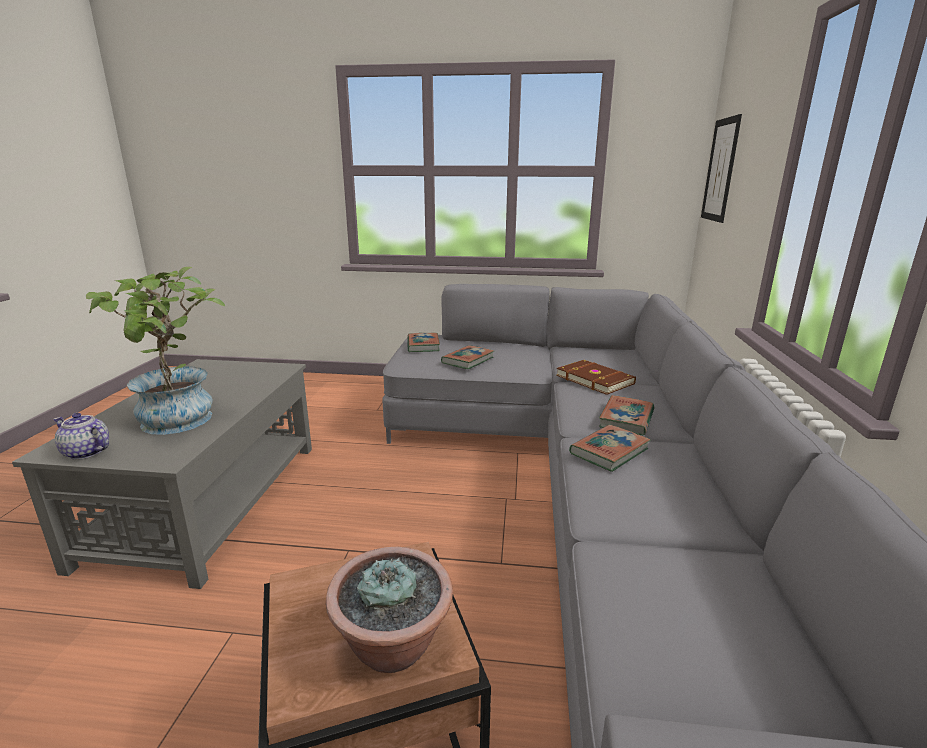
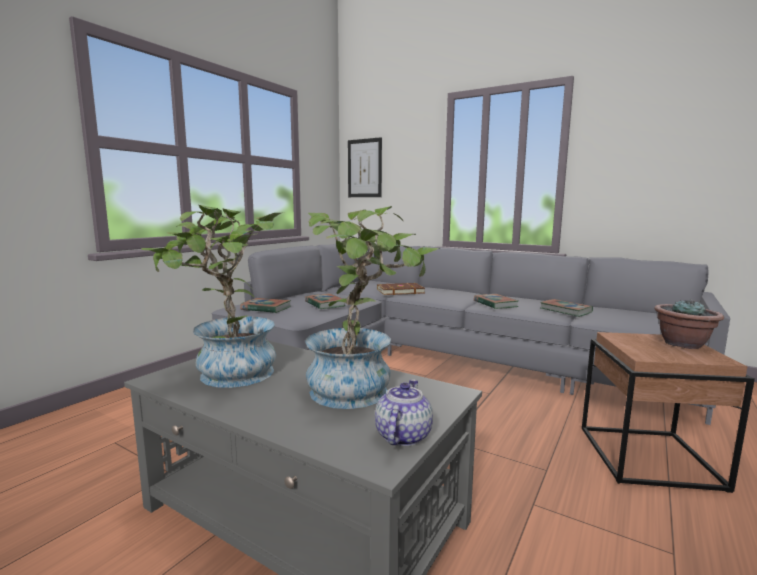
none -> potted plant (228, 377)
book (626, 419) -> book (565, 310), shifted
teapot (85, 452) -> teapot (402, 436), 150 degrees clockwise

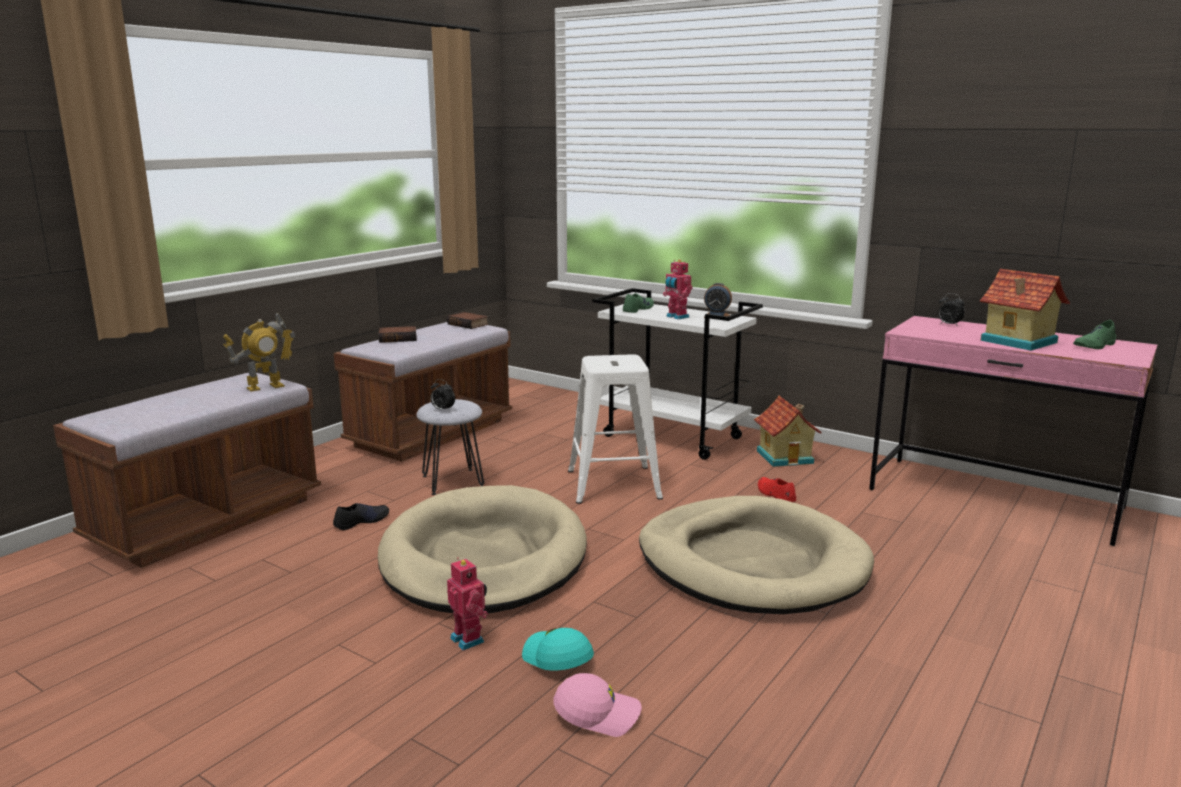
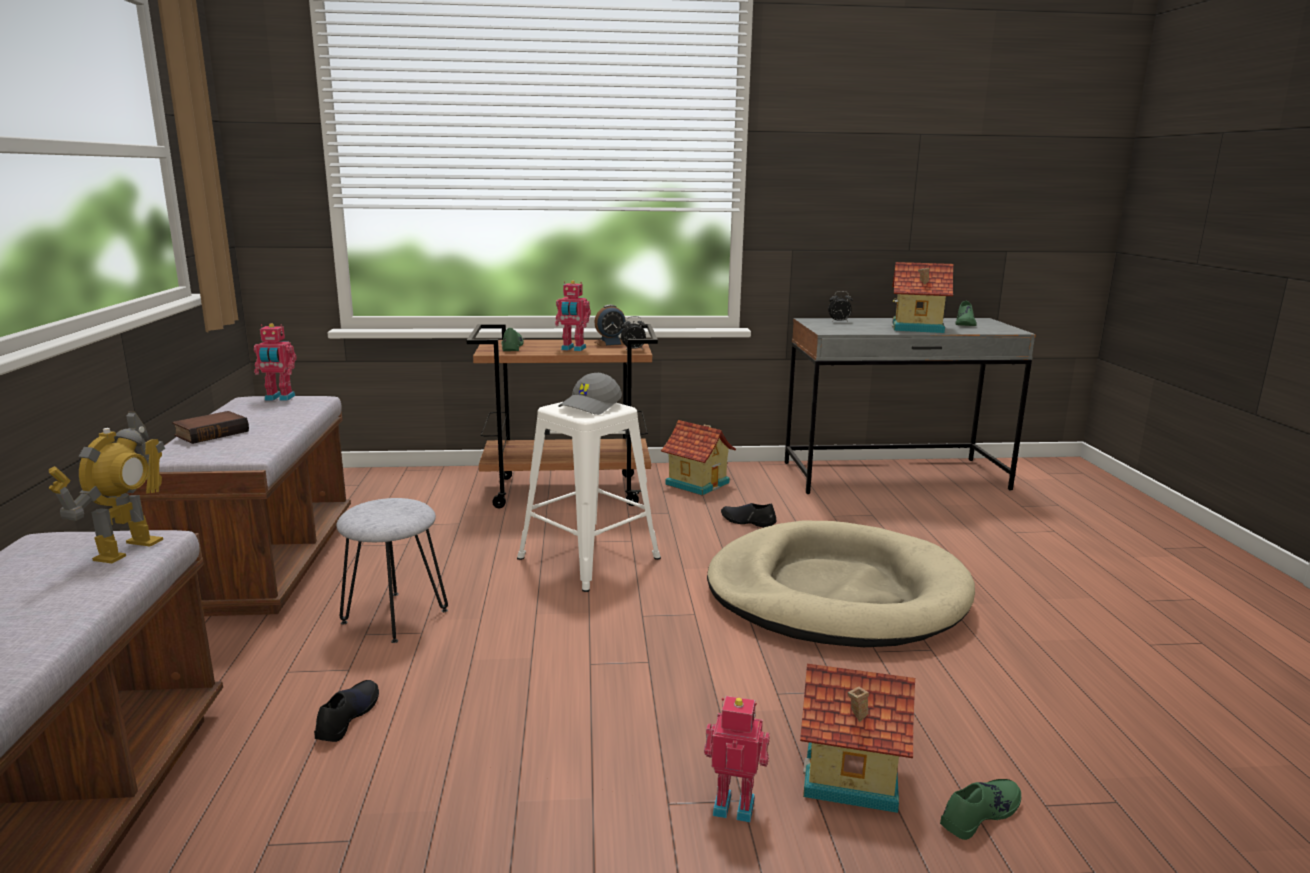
dog bed/beige (484, 558) -> none
none -> cap/grey (591, 406)
alarm clock (442, 410) -> alarm clock (633, 350), shifted
book (469, 324) -> toy robot (279, 398)
cap/turquoise (556, 659) -> toy house (851, 776)
cap/pink (598, 713) -> shoe/green (979, 814)
cart/white (673, 437) -> cart/brown (568, 491)
shoe/red (775, 494) -> shoe/black (747, 521)
desk/pink (994, 499) -> desk/grey (894, 476)

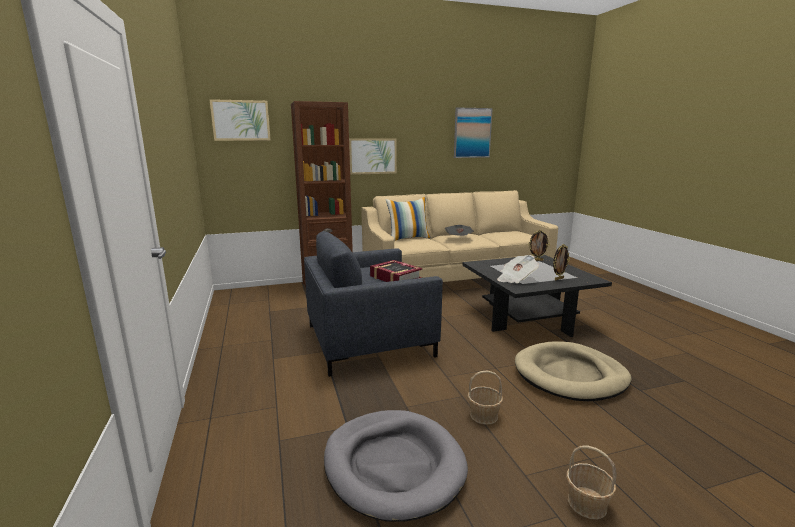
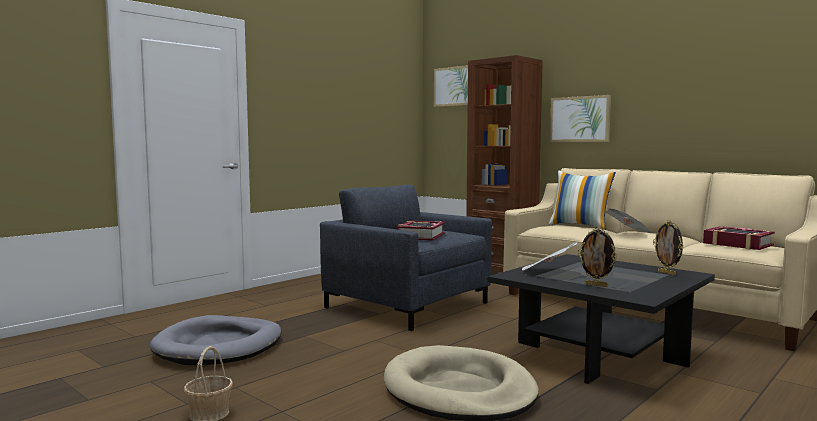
picture (472, 133) -> none
basket (484, 415) -> none
none -> book (737, 244)

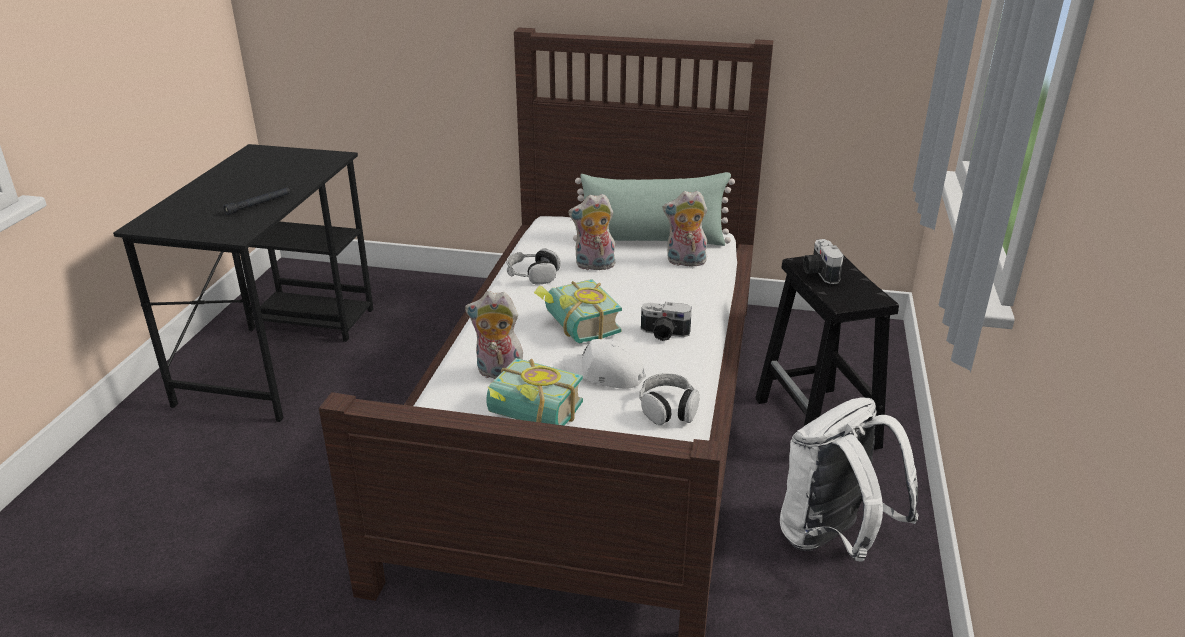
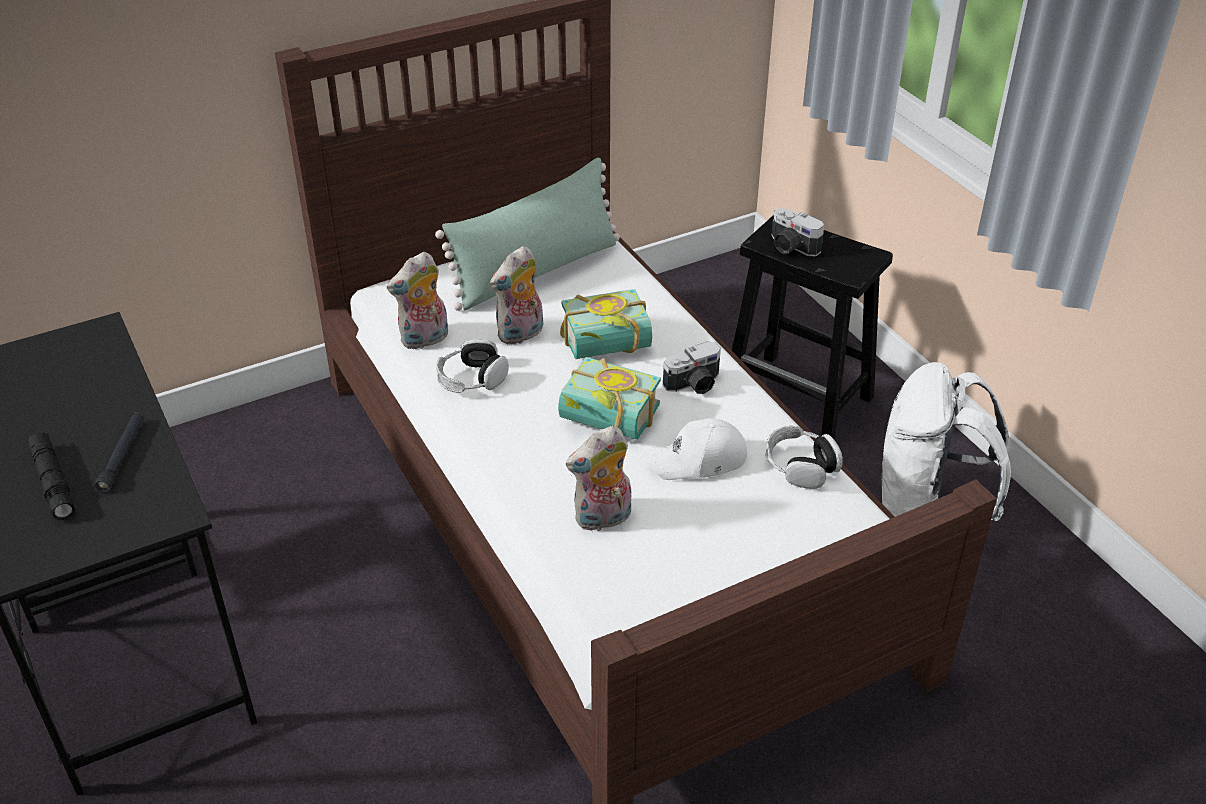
none -> flashlight/black (53, 482)
book (531, 418) -> book (608, 348), shifted
plush toy (685, 262) -> plush toy (424, 340), shifted

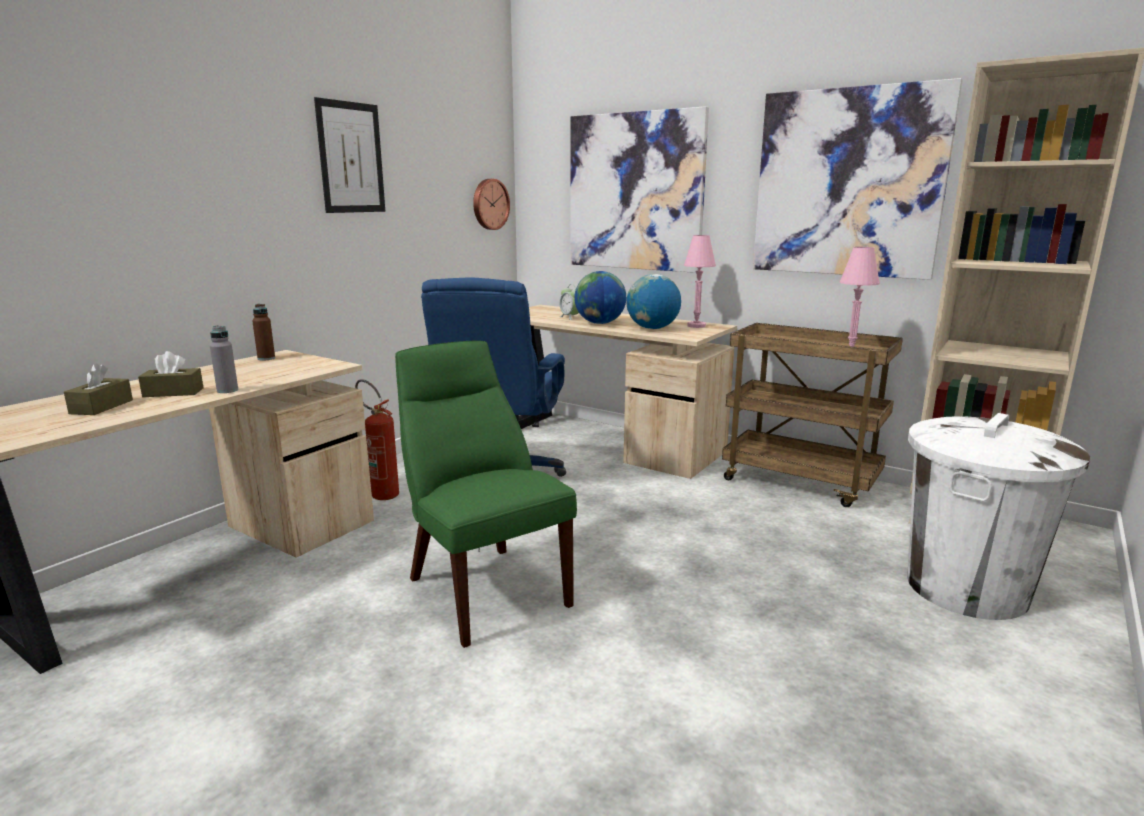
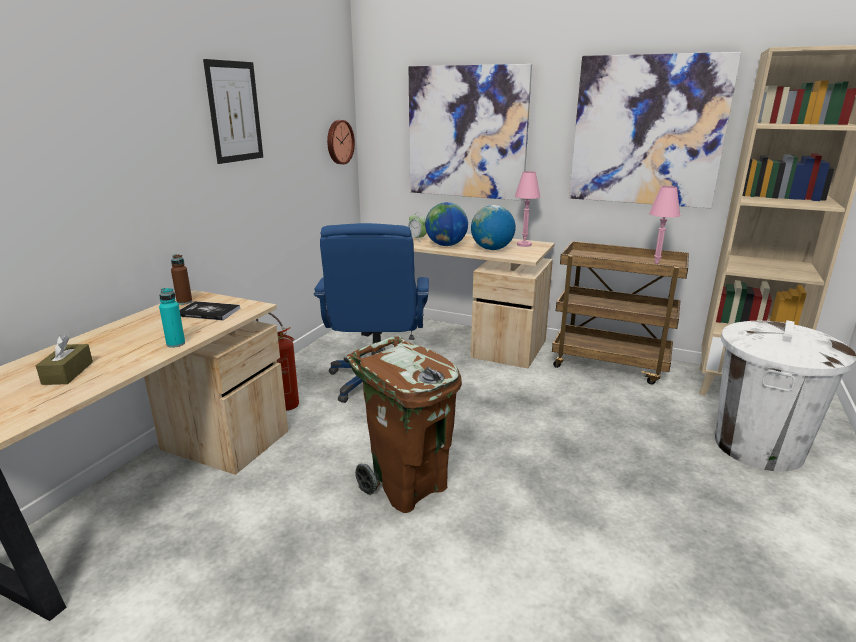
tissue box/brown (173, 392) -> none
none -> book (208, 312)
chair/green (484, 588) -> trash can/brown (408, 487)
bottle/grey (227, 390) -> bottle/turquoise (176, 344)

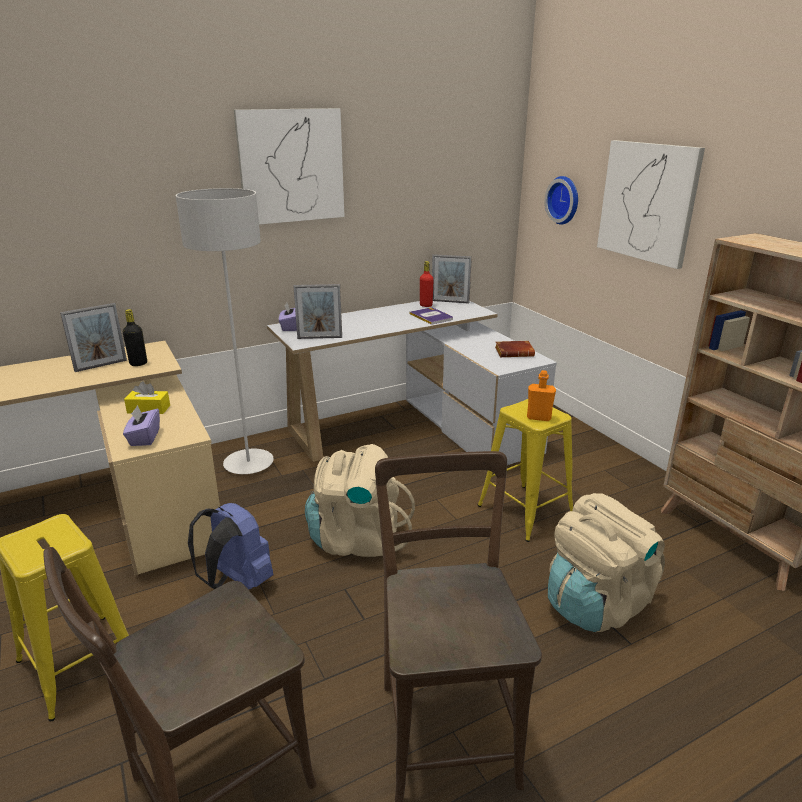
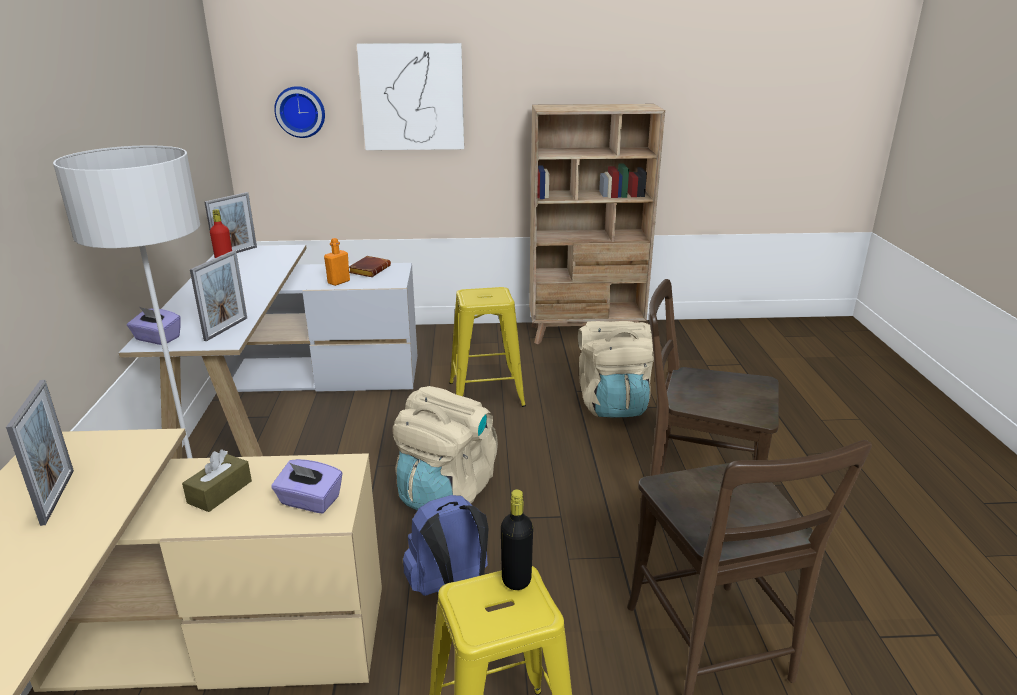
picture (291, 166) -> none
book (431, 316) -> none
bottle/black (138, 363) -> bottle/black (516, 580), shifted
bottle/orange (539, 417) -> bottle/orange (338, 282), shifted
tissue box/yellow (148, 409) -> tissue box/brown (220, 492)

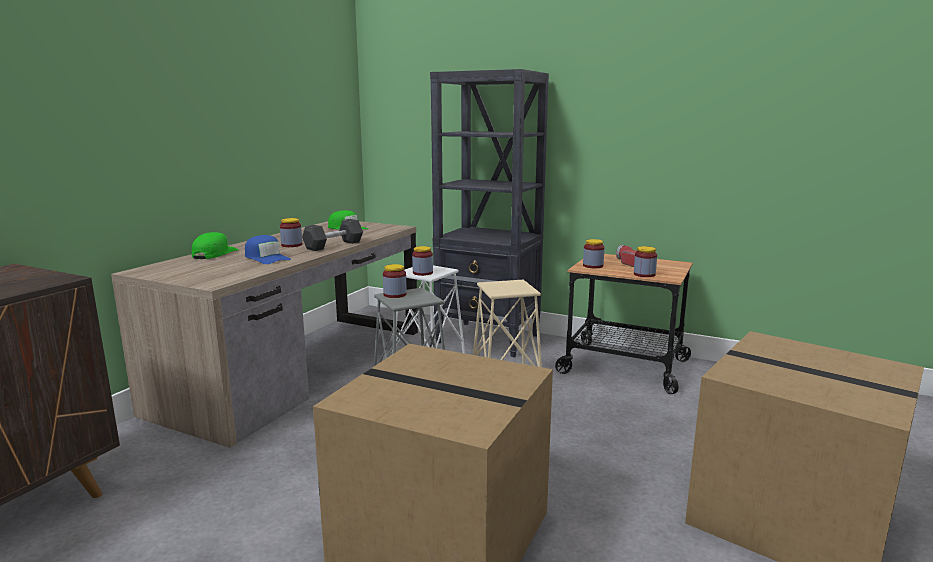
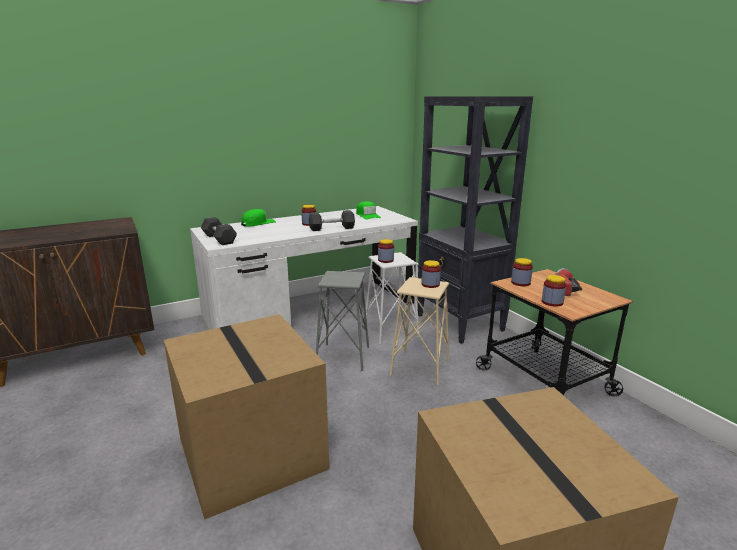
cap/blue (266, 258) -> none
none -> dumbbell/grey (219, 239)
jar (395, 294) -> jar (430, 284), shifted
desk/brown (299, 369) -> desk/white (311, 310)

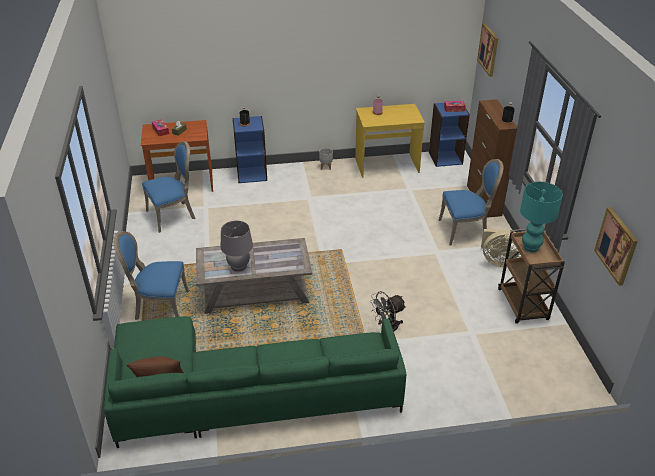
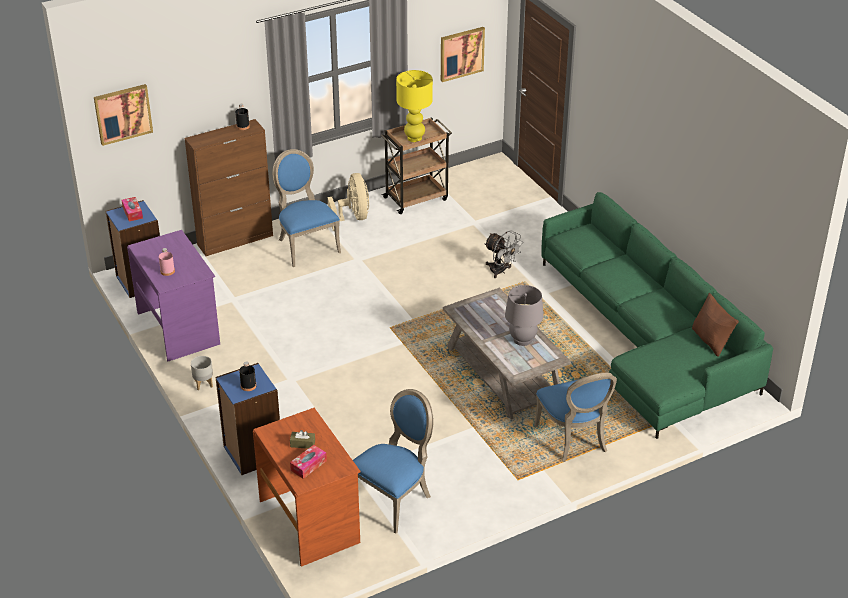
desk/yellow (386, 166) -> desk/purple (179, 328)
table lamp/turquoise (531, 247) -> table lamp/yellow (414, 138)
chair/blue (173, 215) -> chair/blue (394, 499), 90 degrees clockwise

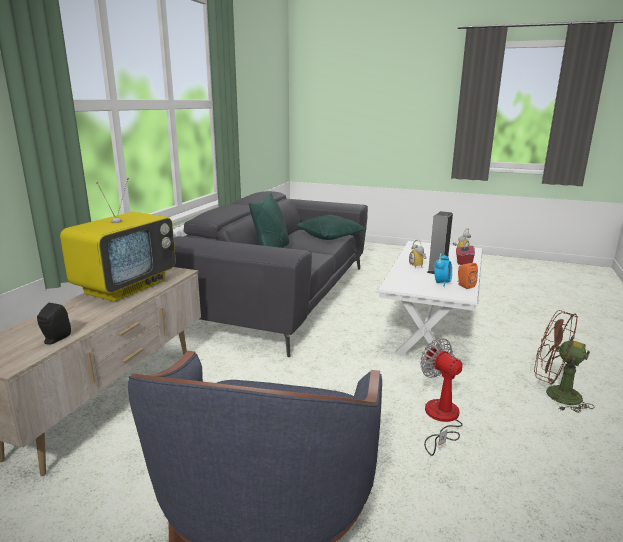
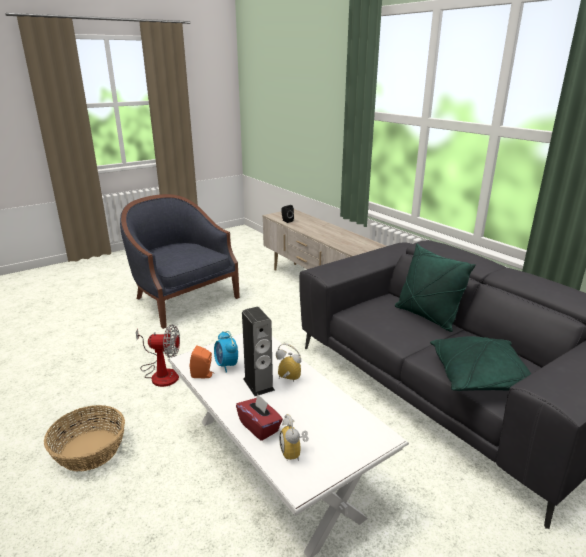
television (126, 287) -> none
fan/brown (554, 395) -> basket (89, 450)

